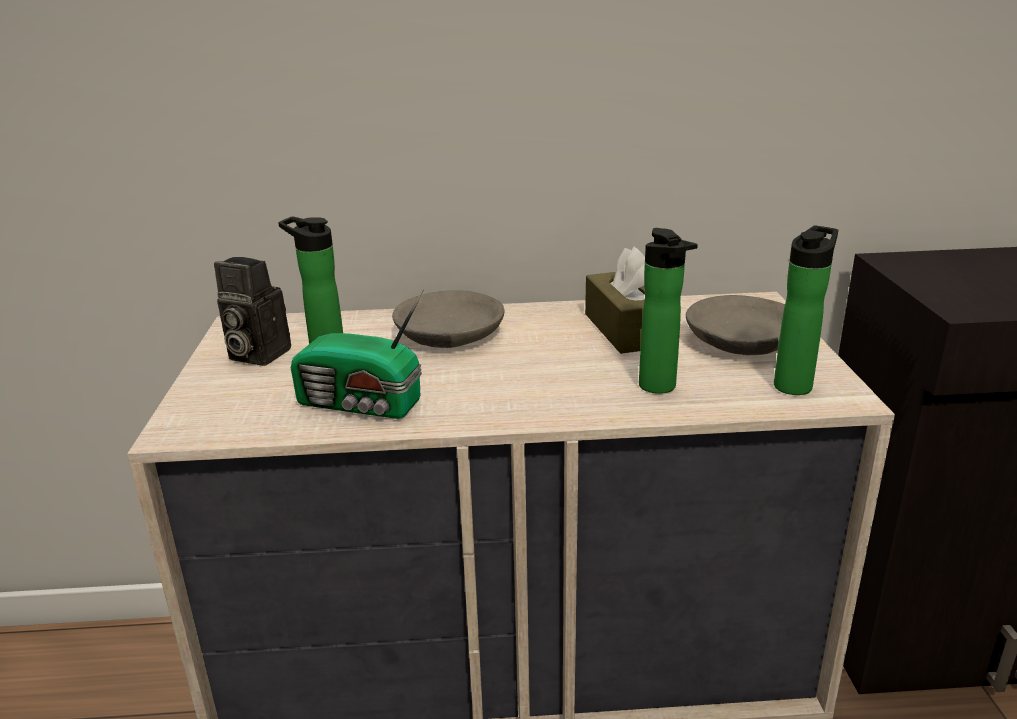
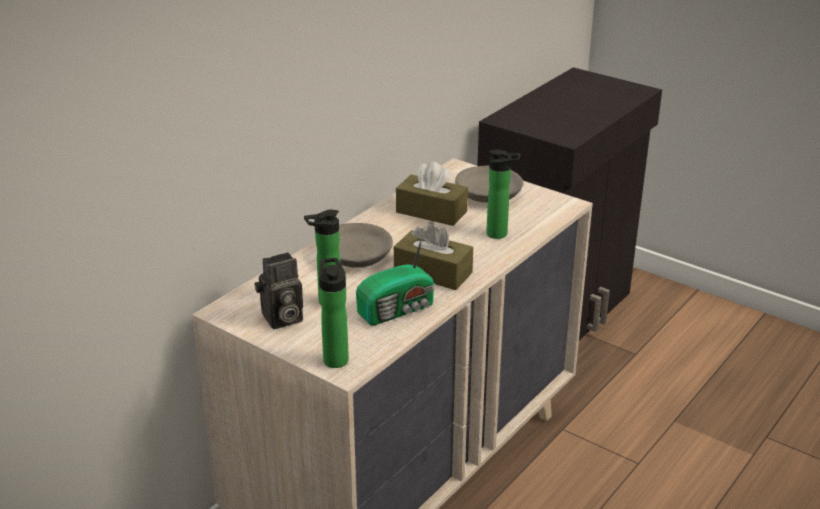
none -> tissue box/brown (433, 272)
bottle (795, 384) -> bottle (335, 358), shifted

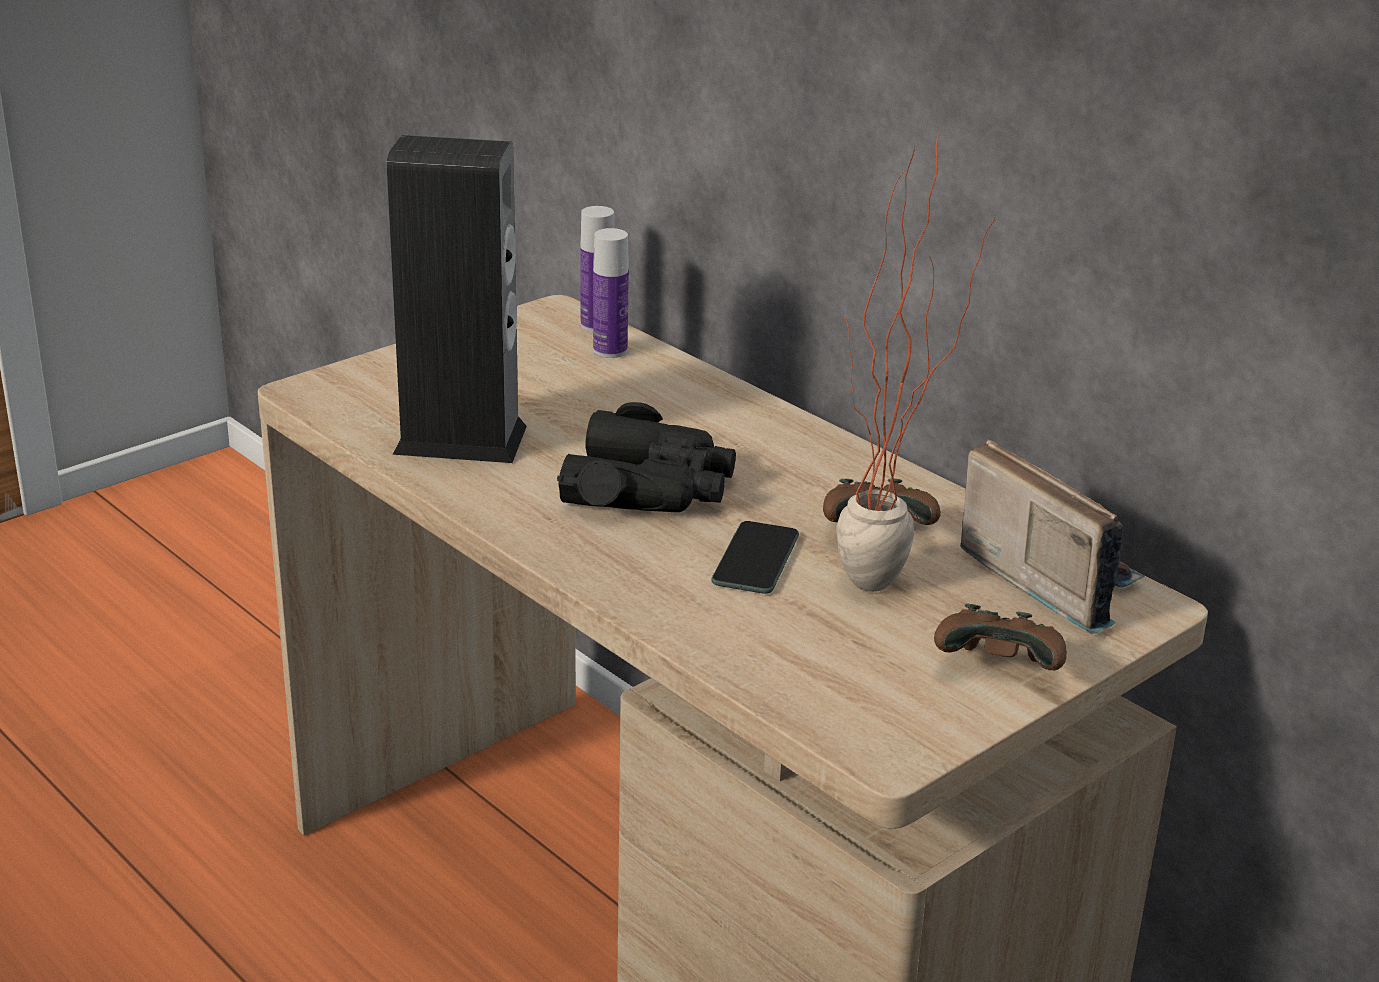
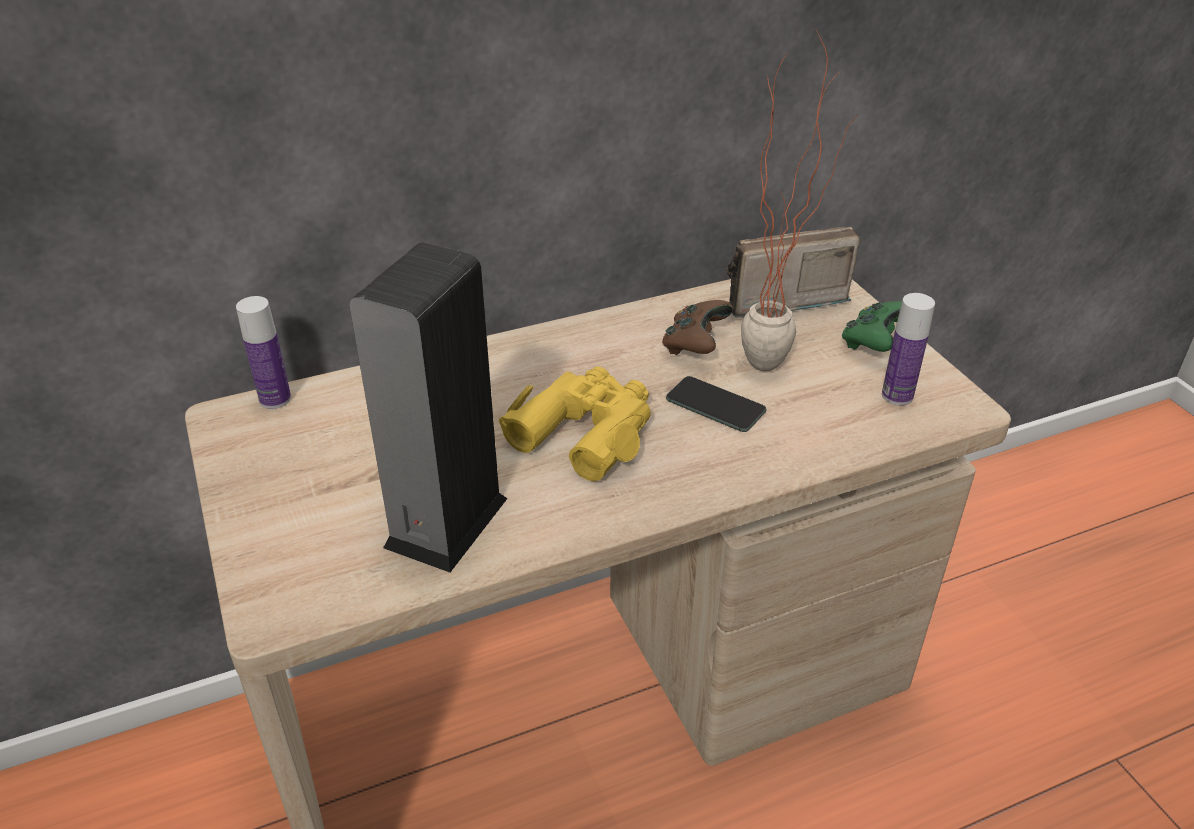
bottle (610, 351) -> bottle (897, 396), shifted
binoculars/black (650, 486) -> binoculars/yellow (585, 431)
game controller/brown (999, 667) -> game controller/green (875, 343)

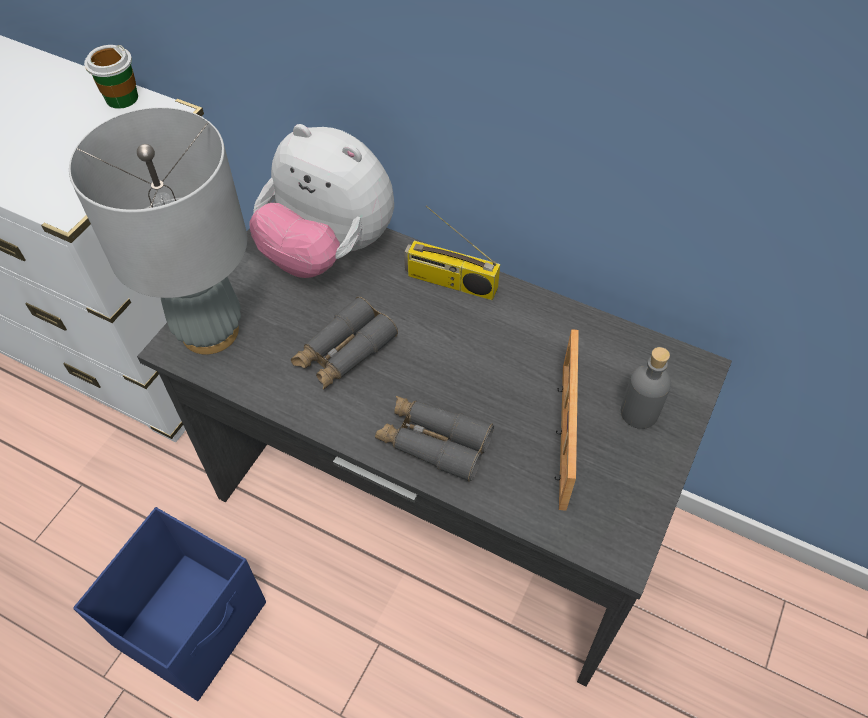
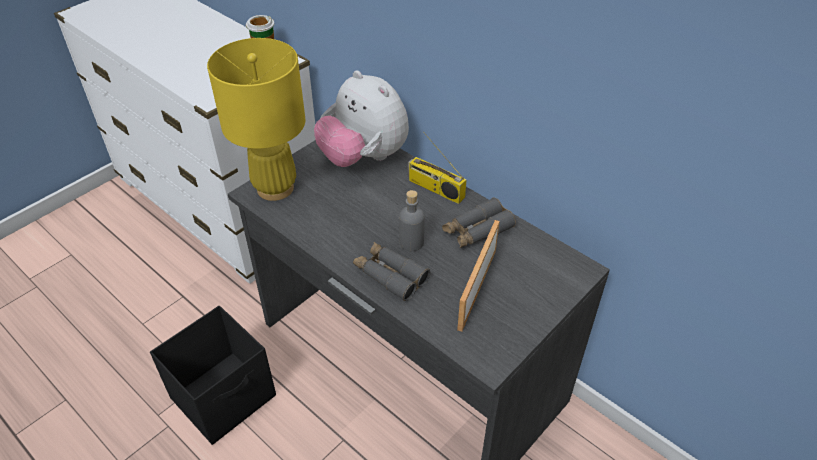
binoculars/grey (344, 352) -> binoculars/grey (477, 230), shifted
bottle/grey (639, 412) -> bottle/grey (411, 242), shifted
table lamp/grey (209, 331) -> table lamp/yellow (275, 188)
storage box/blue (194, 623) -> storage box/black (225, 397)

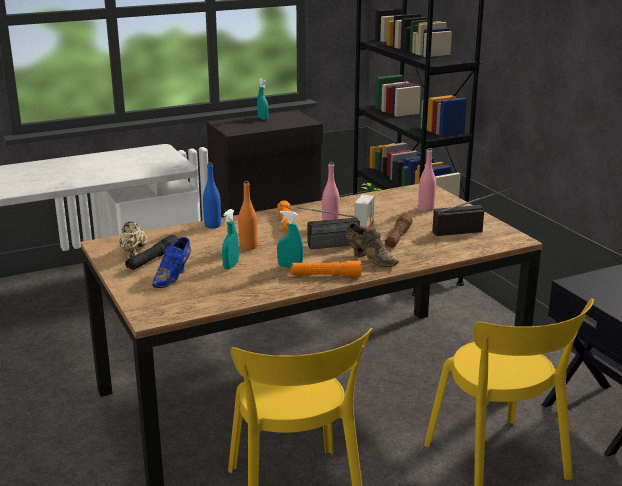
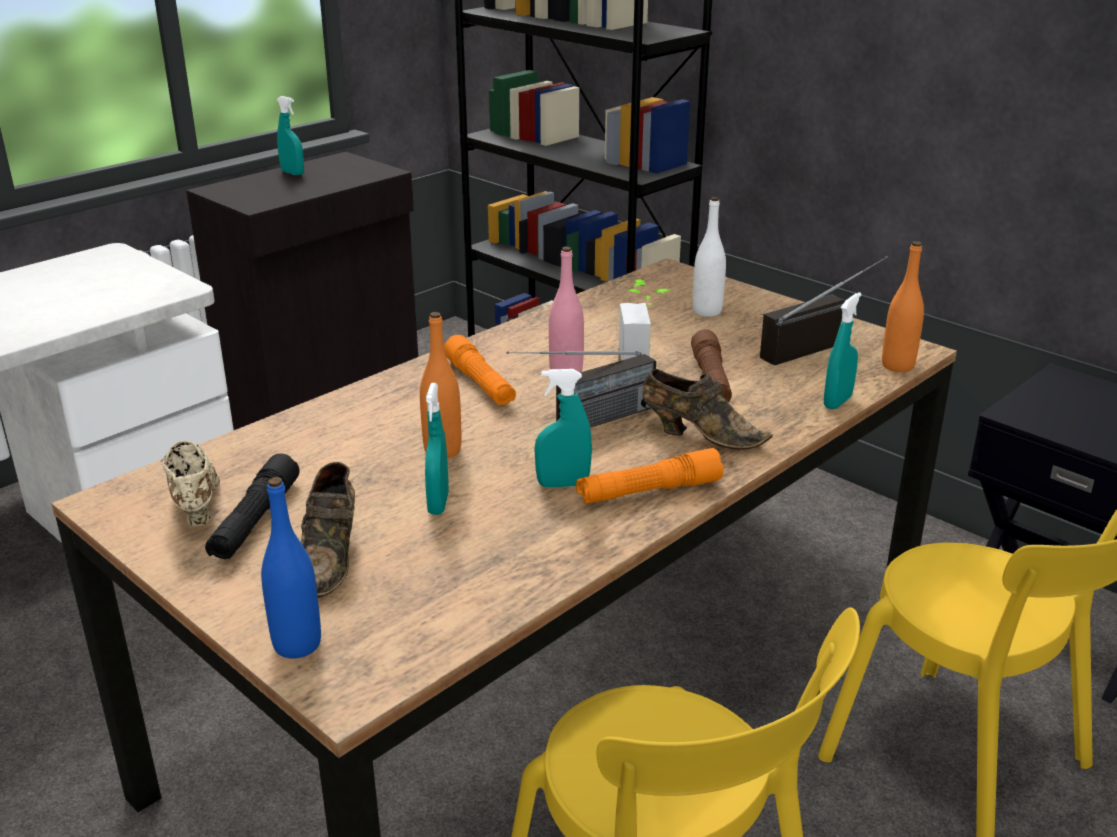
none -> spray bottle/turquoise (837, 402)
none -> bottle/orange (897, 366)
bottle/blue (212, 225) -> bottle/blue (297, 644), shifted
shoe/blue (173, 277) -> shoe/brown (330, 558)
bottle/pink (426, 208) -> bottle/white (707, 311)

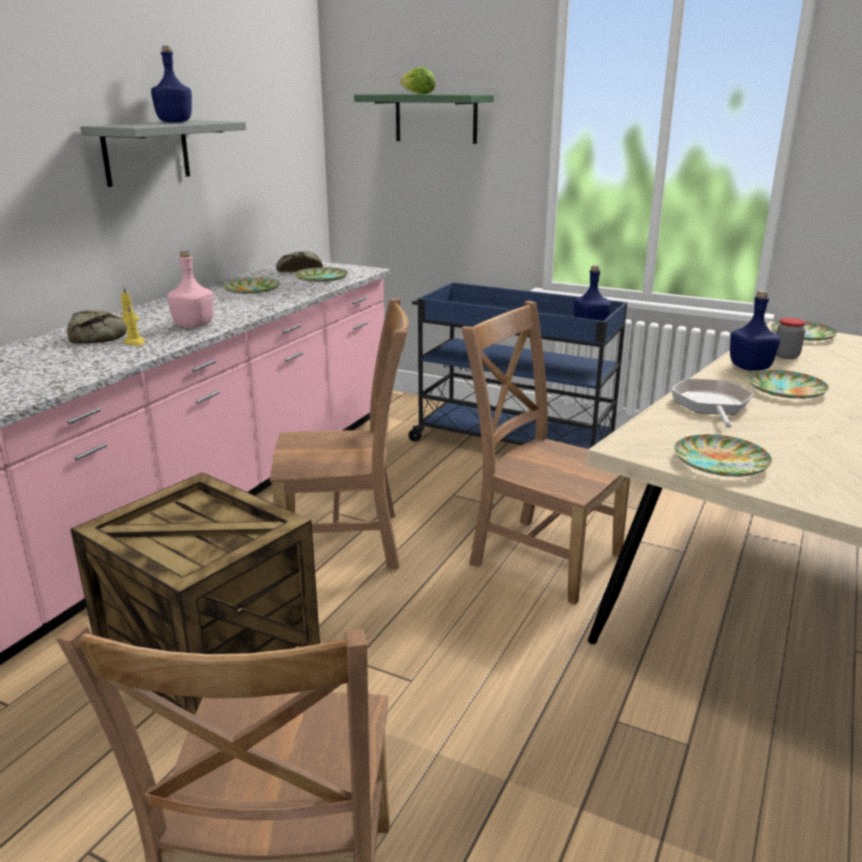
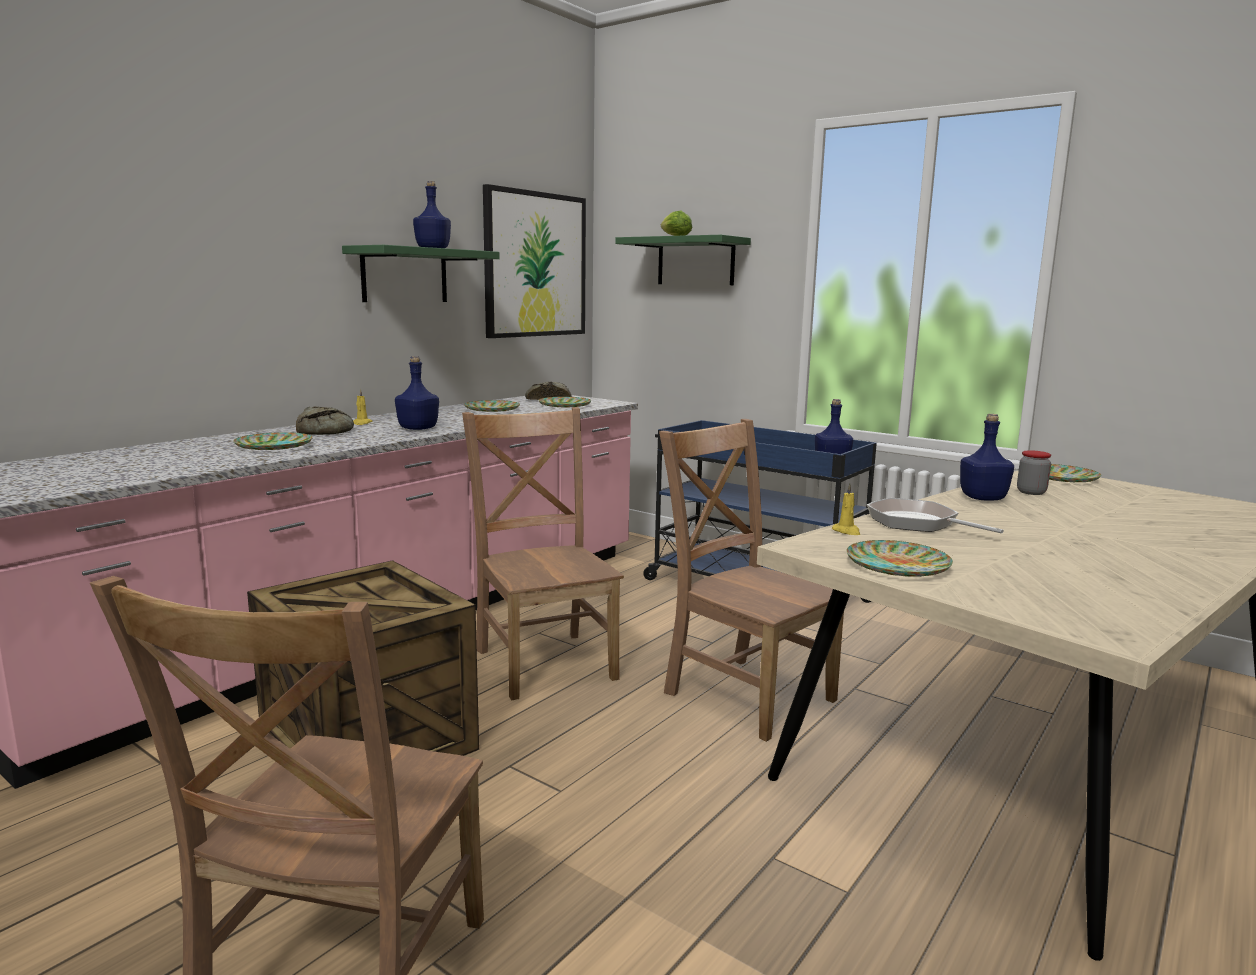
none -> picture (535, 265)
candle/yellow (134, 343) -> candle/yellow (847, 531), shifted
plate (785, 389) -> plate (273, 446), shifted
shelf/grey (146, 152) -> shelf/green (404, 275)
bottle/pink (194, 325) -> bottle/blue (418, 428)
chair/brown (347, 543) -> chair/brown (544, 661), 120 degrees counterclockwise
frying pan (711, 405) -> frying pan (917, 523), 60 degrees counterclockwise

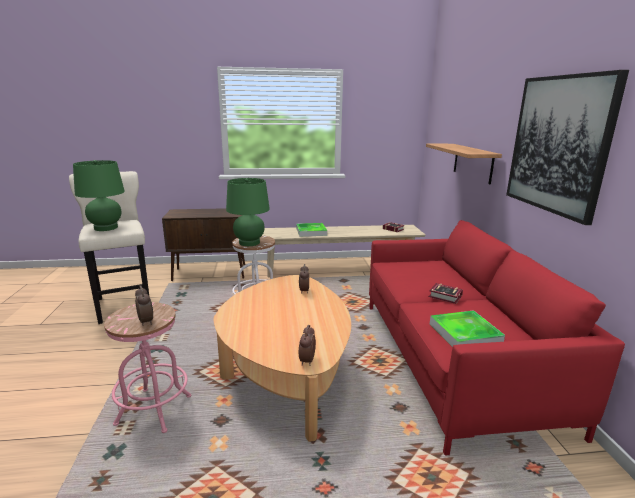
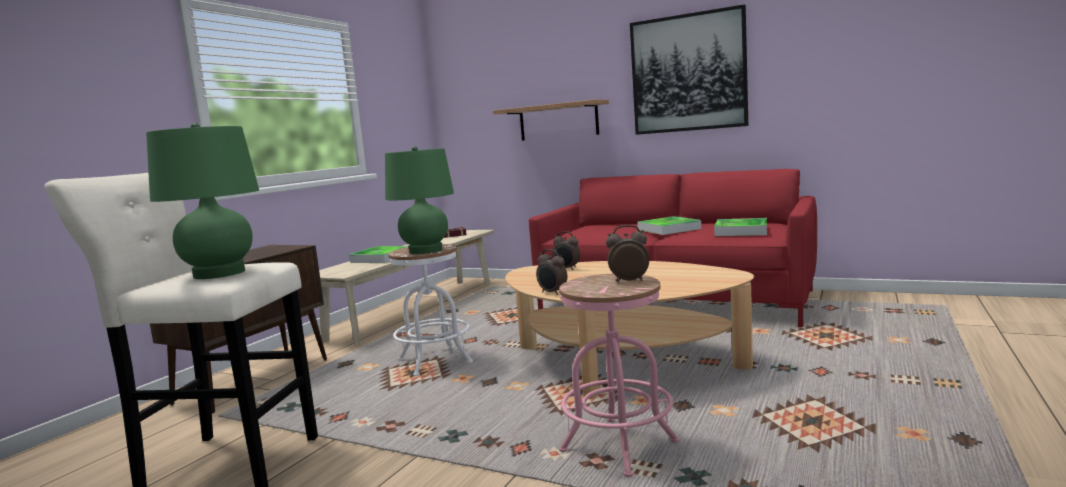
alarm clock (306, 361) -> alarm clock (552, 293), shifted
book (446, 297) -> tray (669, 229)

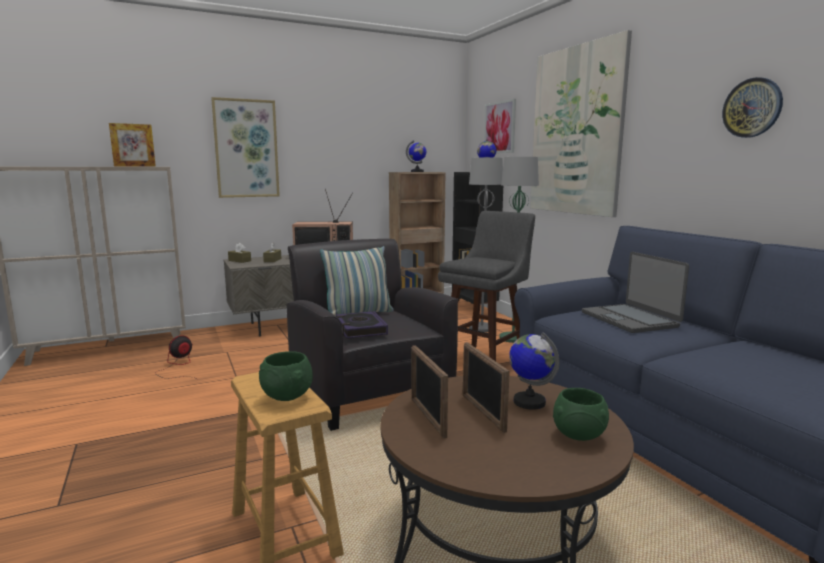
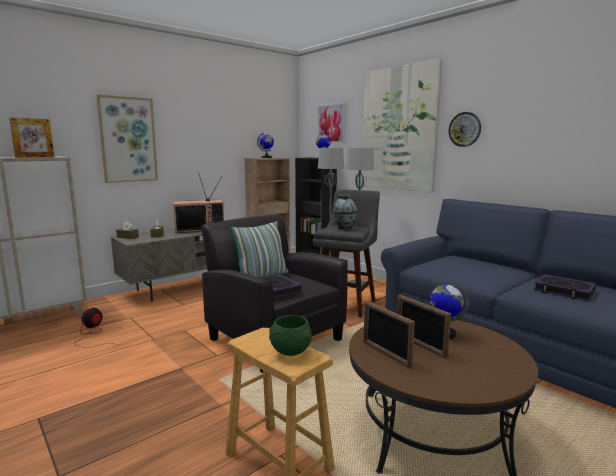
bowl/green (579, 435) -> none
laptop (630, 319) -> none
none -> vase (344, 228)
none -> book (564, 291)
wall clock (752, 108) -> wall clock (465, 129), shifted

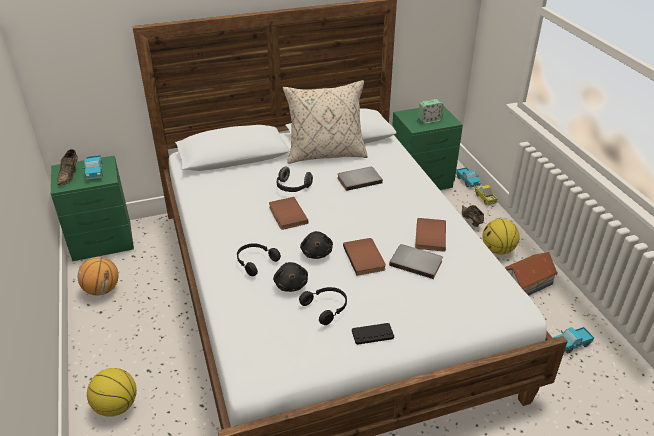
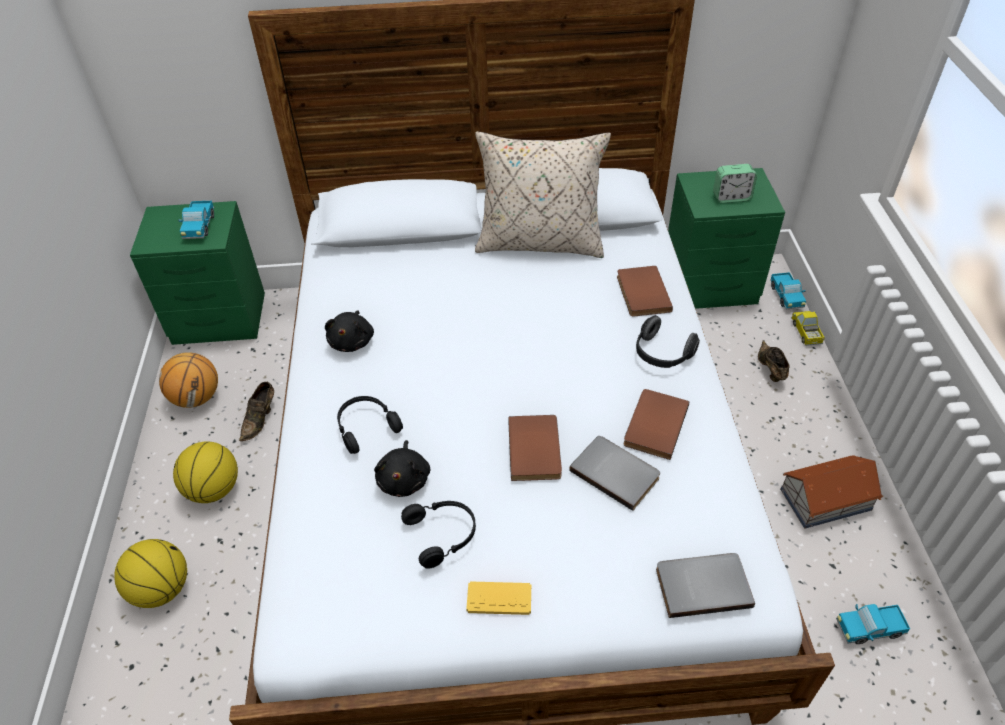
shoe/brown (69, 175) -> shoe/brown (260, 419), shifted
book/brown (286, 215) -> book/brown (641, 293), shifted
headphones (292, 188) -> headphones (662, 354), shifted
plush toy/black (316, 252) -> plush toy/black (352, 341), shifted
book/grey (358, 179) -> book/grey (702, 584), shifted
basketball (497, 250) -> basketball (213, 490), shifted
game controller/black (372, 334) -> game controller/yellow (499, 599)

